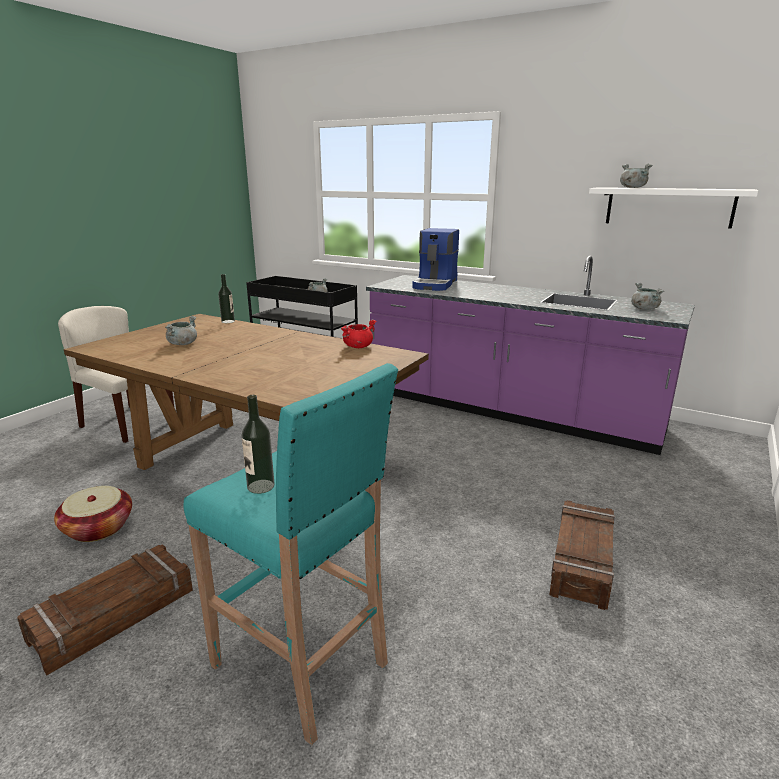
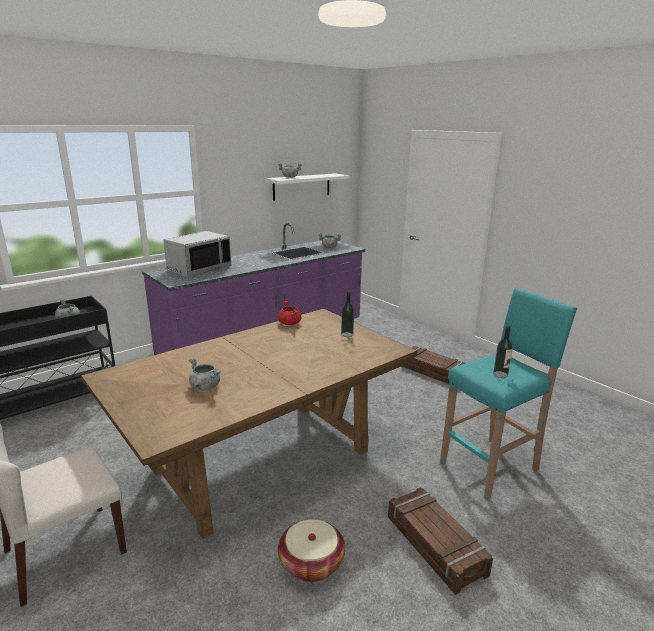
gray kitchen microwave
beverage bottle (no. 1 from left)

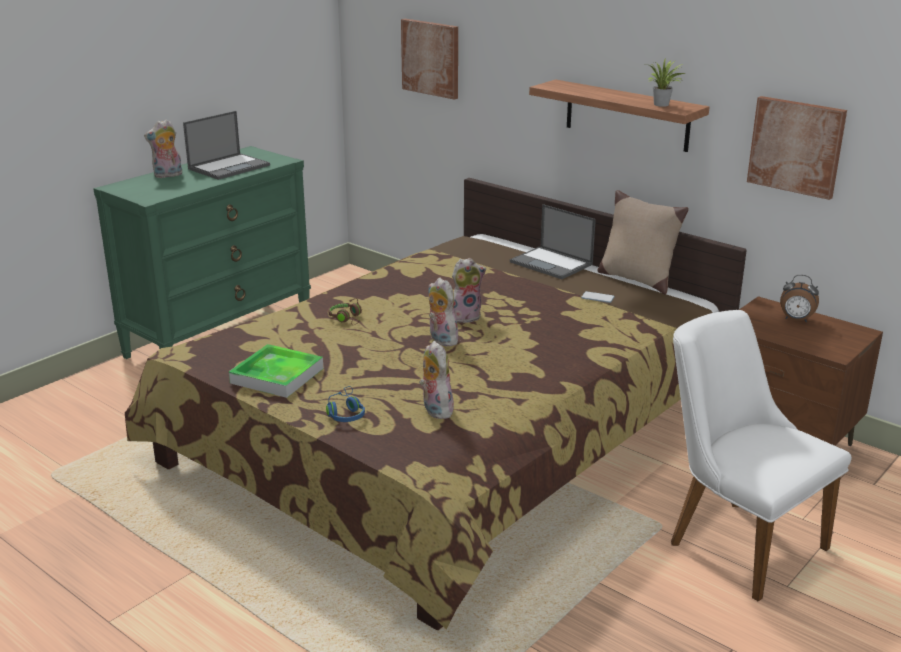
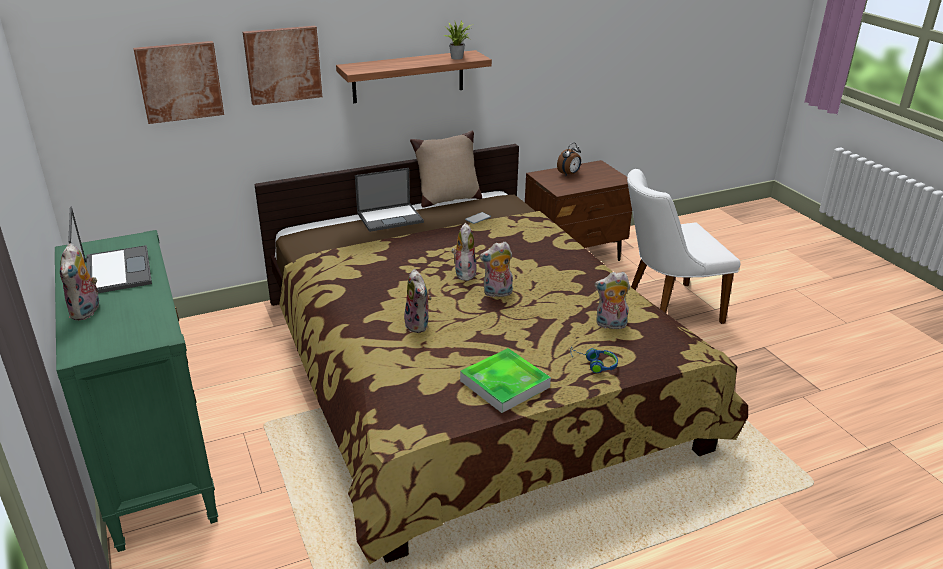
picture (no. 2 from left)
soft toy (no. 2 from left)

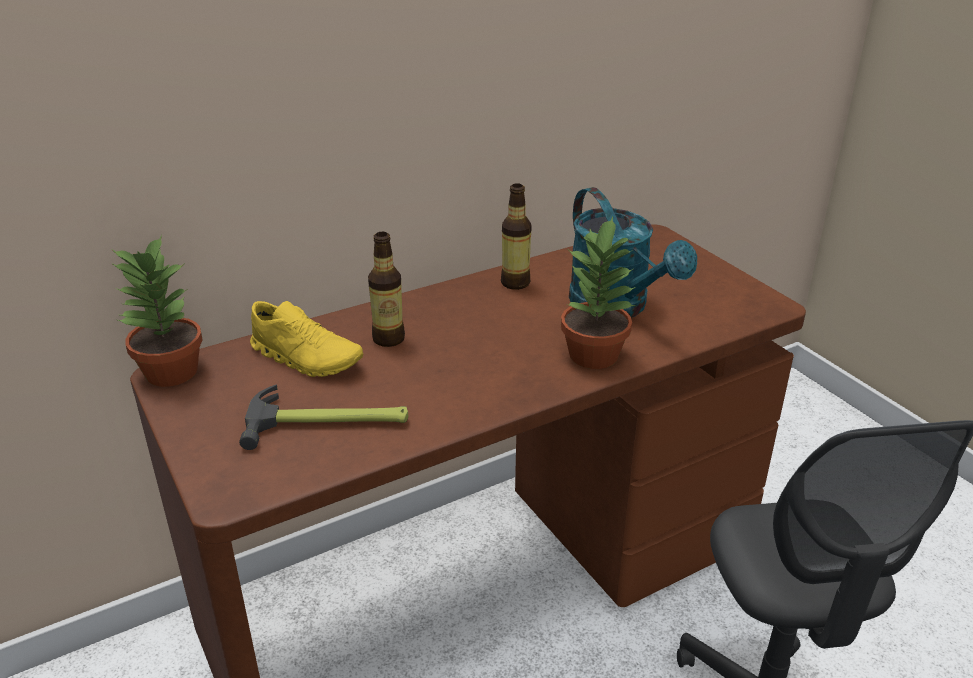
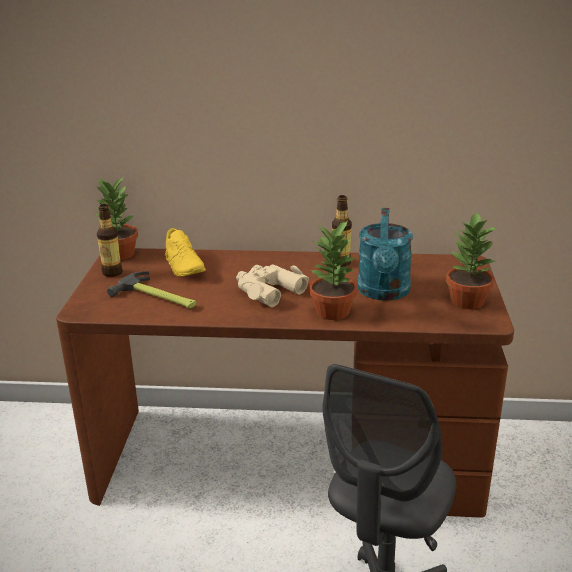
beverage bottle (no. 1 from left)
beige-coloured binoculars
houseplant (no. 3 from left)

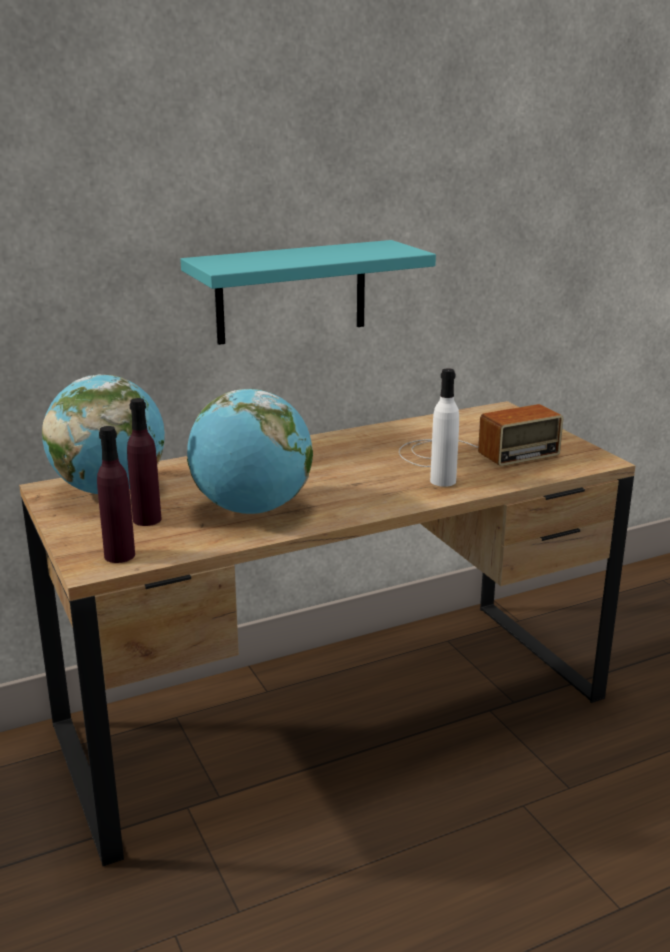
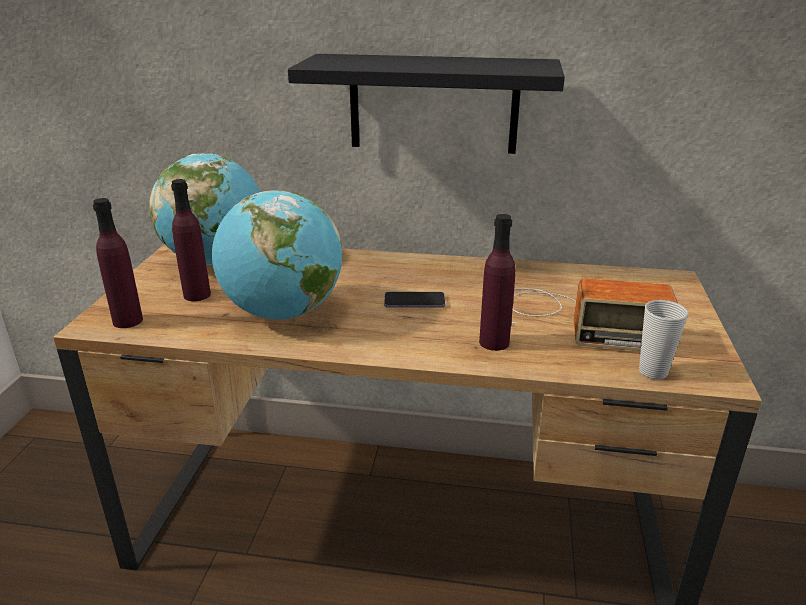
black-coloured shelf
handset
purple beverage bottle (no. 3 from left)
drinking cup

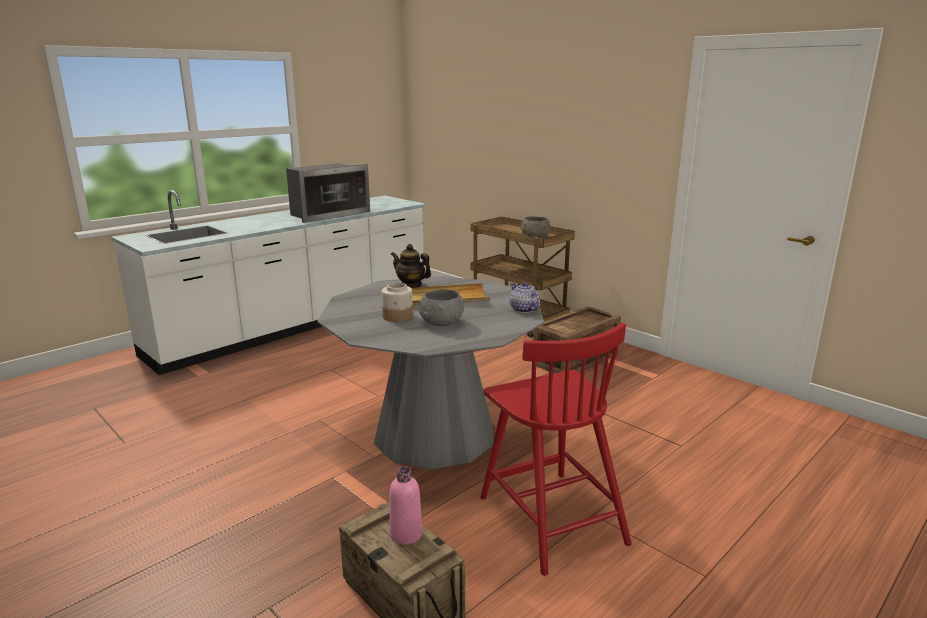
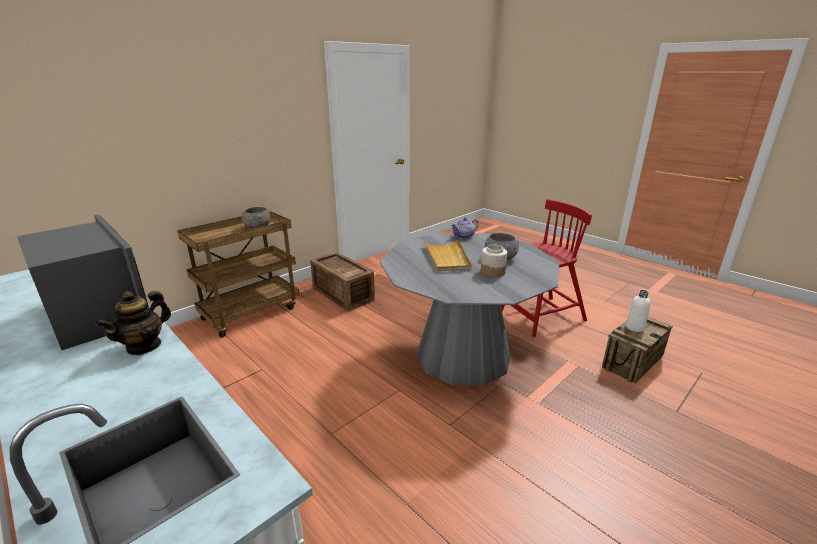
pot for tea (no. 1 from left)
white beverage bottle

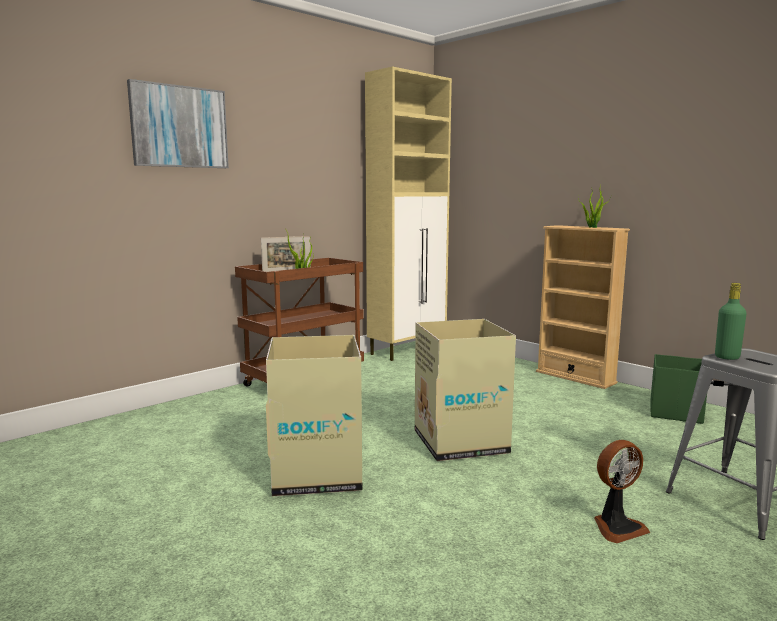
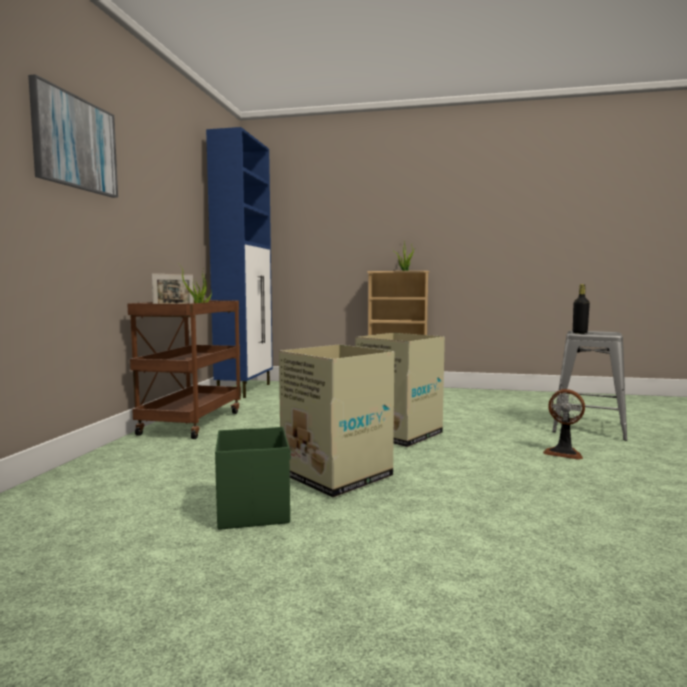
bluish cupboard
green-coloured storage container
fan
black-coloured beverage bottle

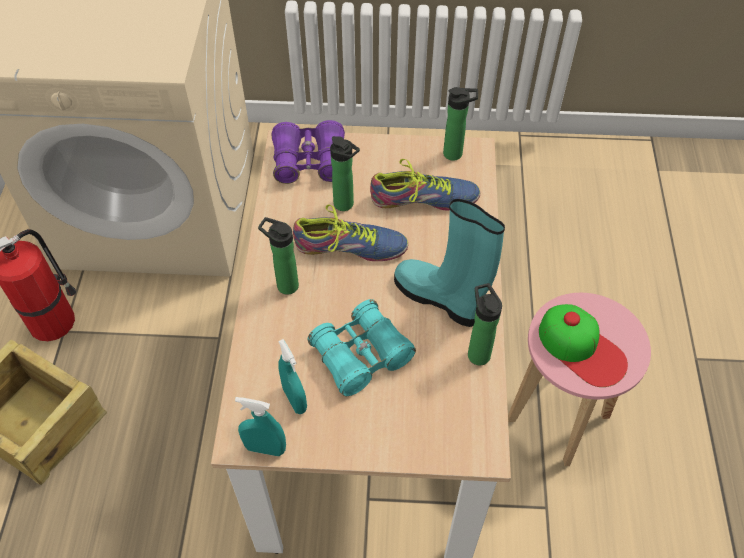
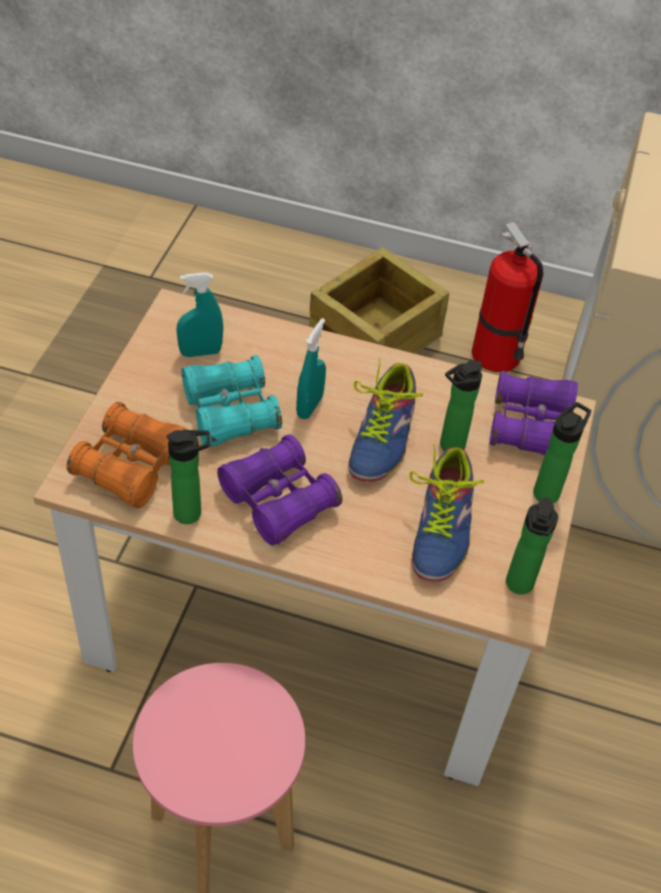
orange-coloured binoculars
purple binoculars (no. 1 from left)
turquoise-coloured spray bottle (no. 2 from left)
beverage bottle (no. 4 from left)
cap

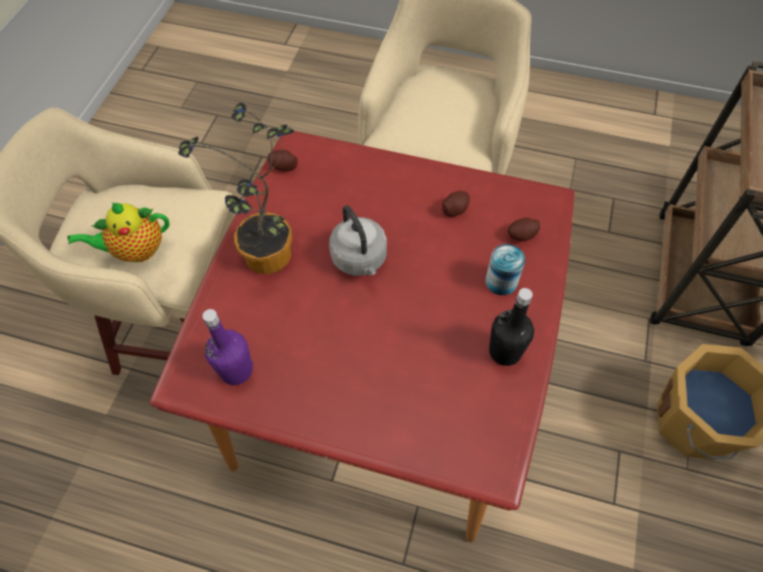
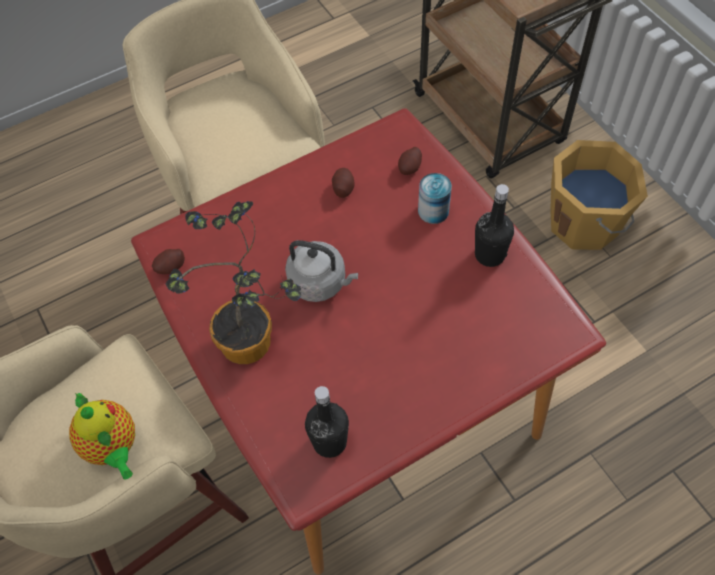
pot for tea
black-coloured beverage bottle (no. 1 from left)

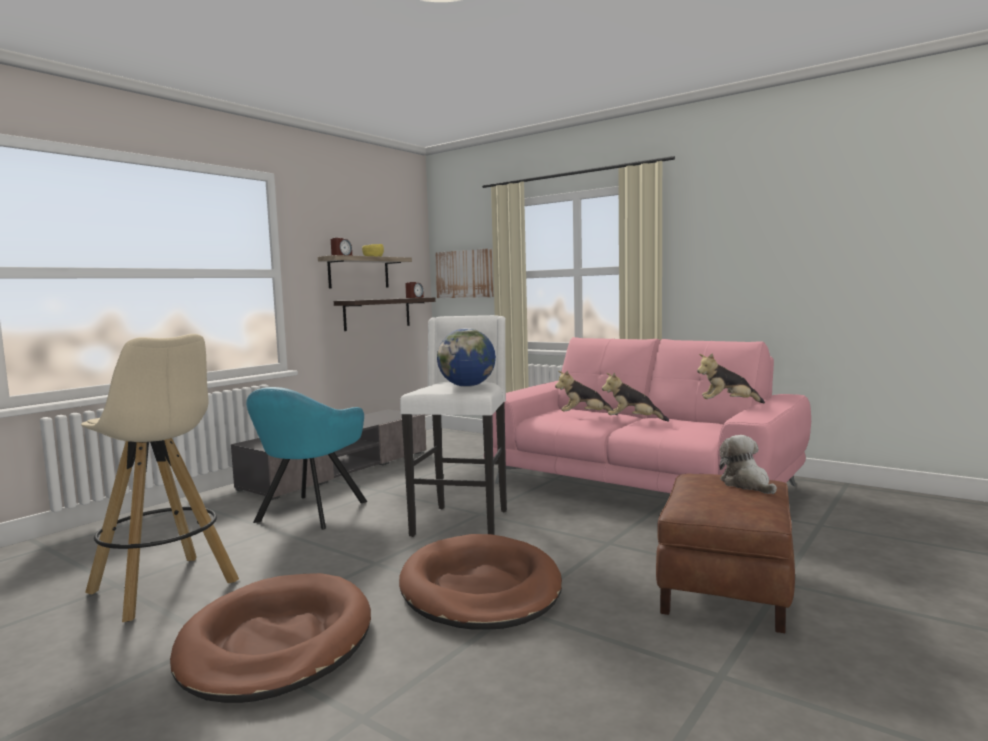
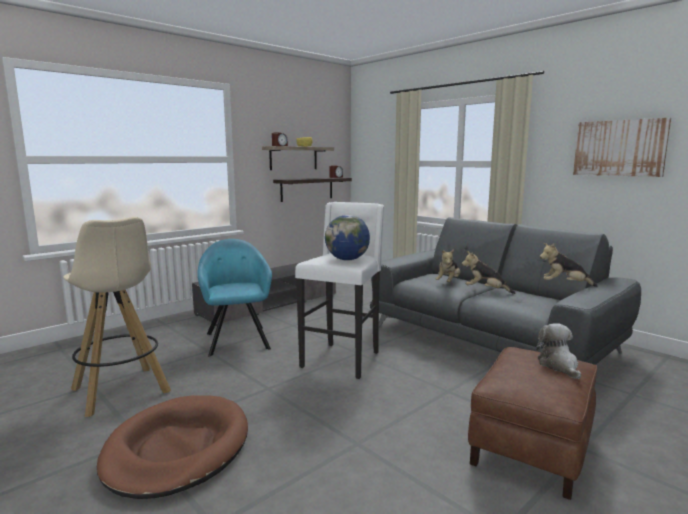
turquoise-coloured armchair
gray sofa
soft toy (no. 1 from left)
picture
brown-coloured pet bed (no. 2 from left in the first image)

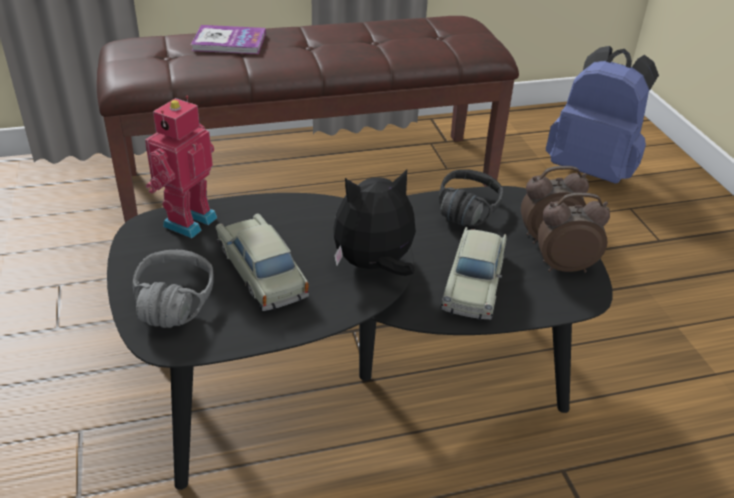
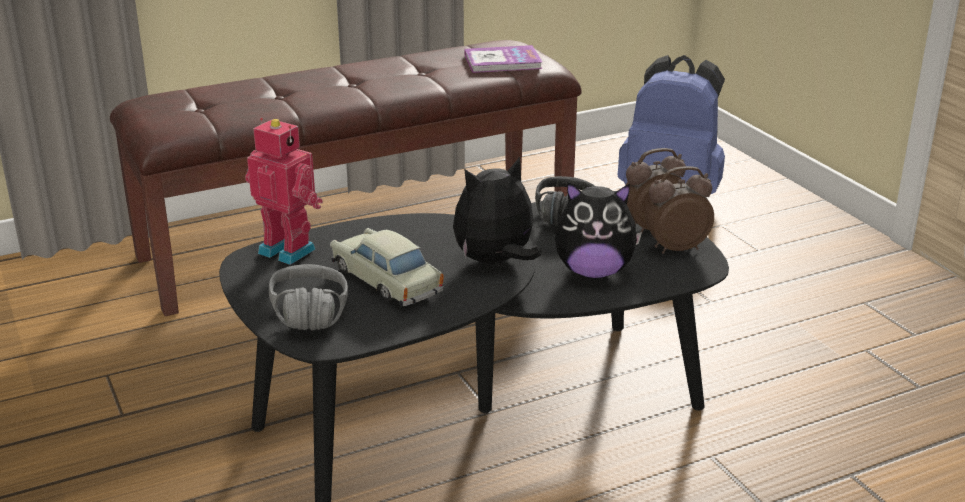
robot figure
book
soft toy (no. 2 from left)

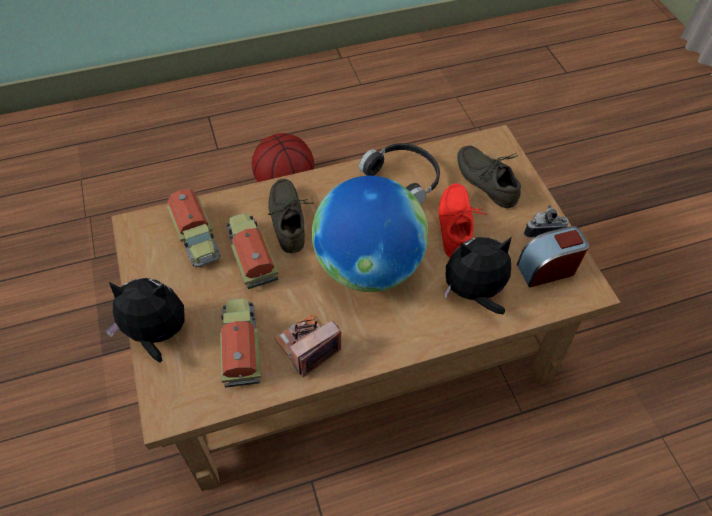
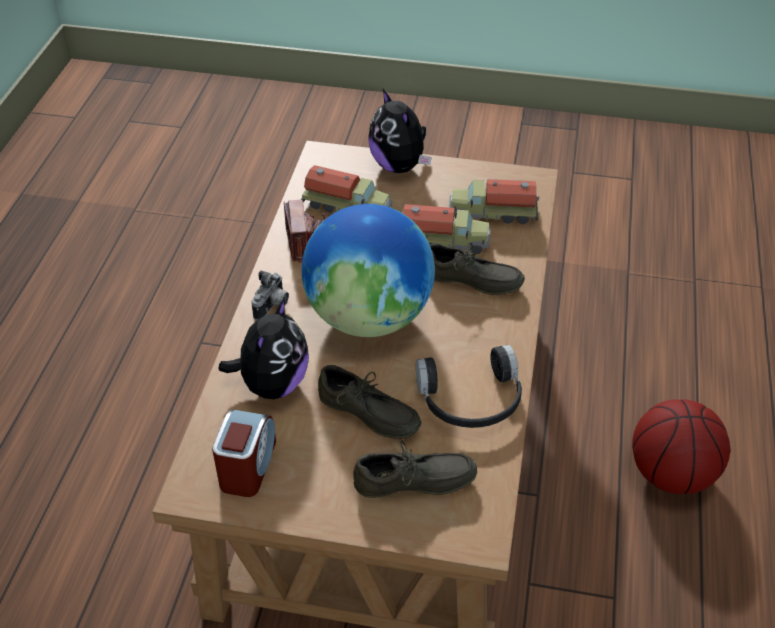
photo camera (no. 1 from left)
gray item of footwear (no. 1 from left)
soft toy (no. 2 from left)

